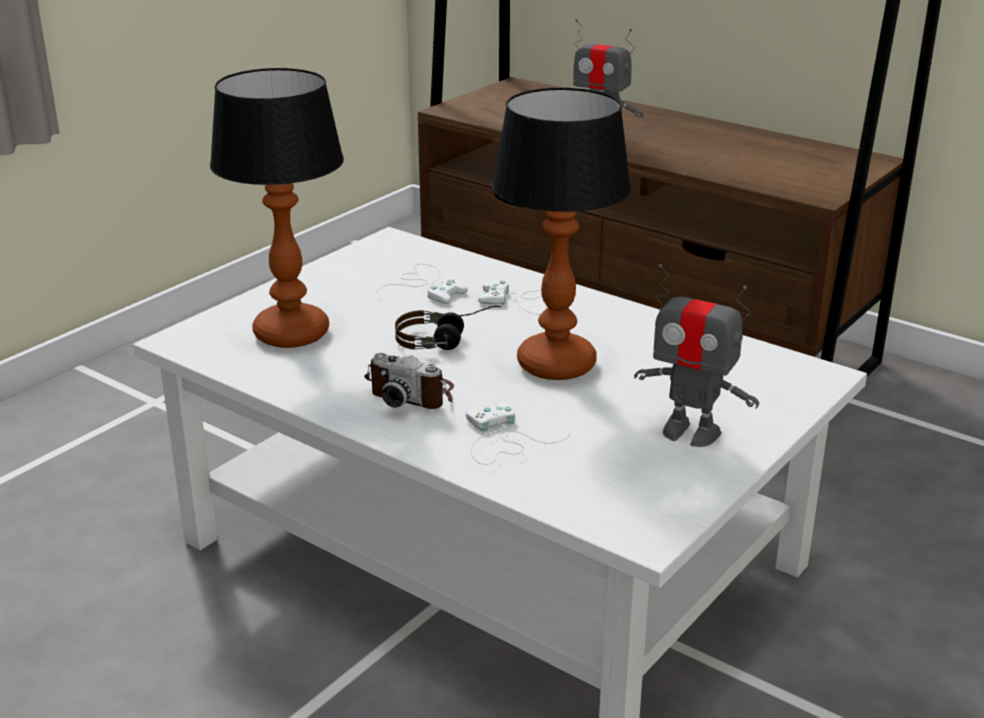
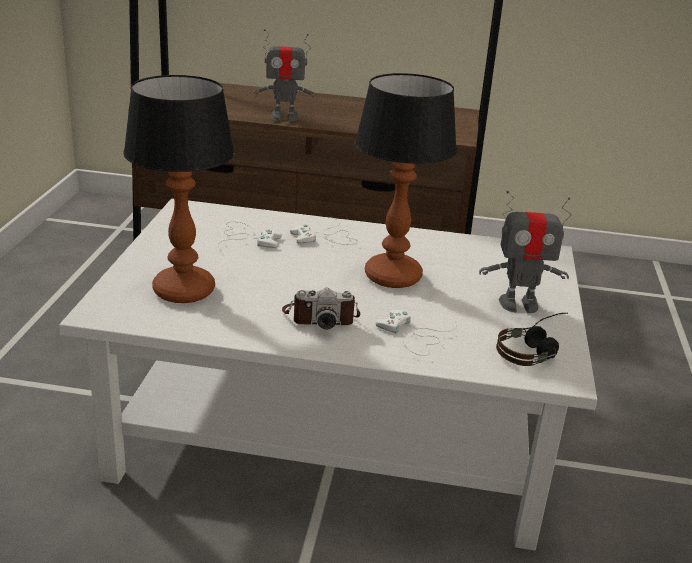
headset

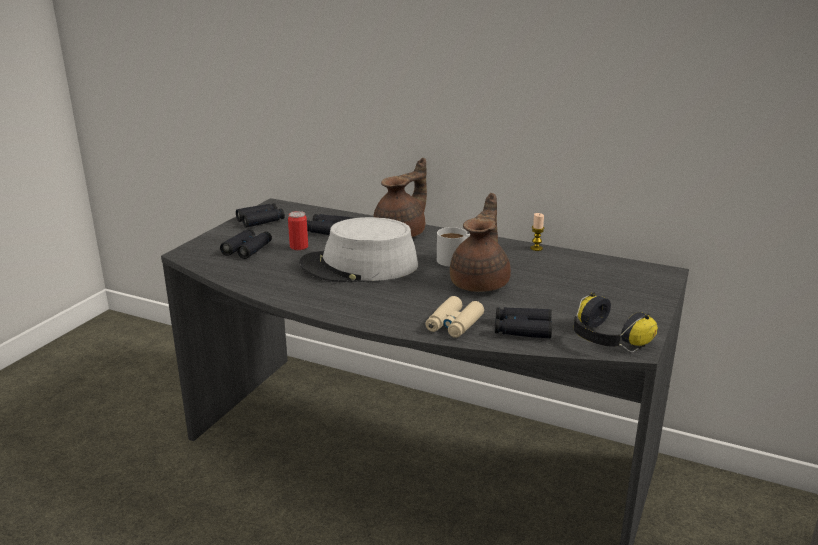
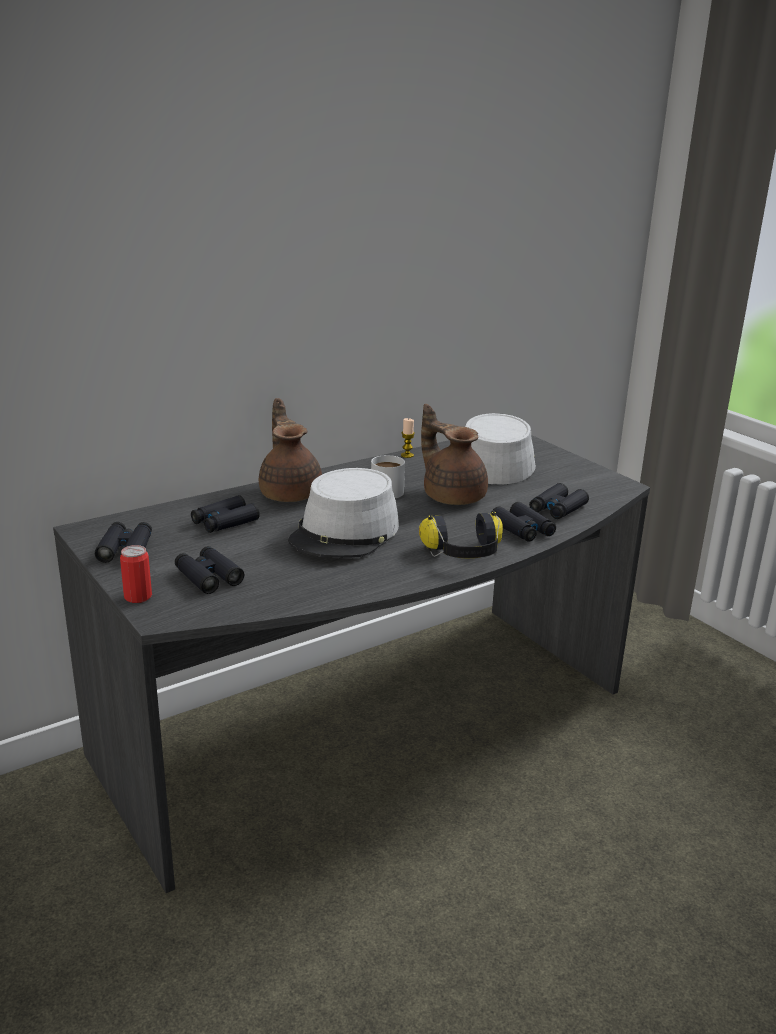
can
headset
gray hat (no. 2 from left)
black-coloured binoculars (no. 4 from left)

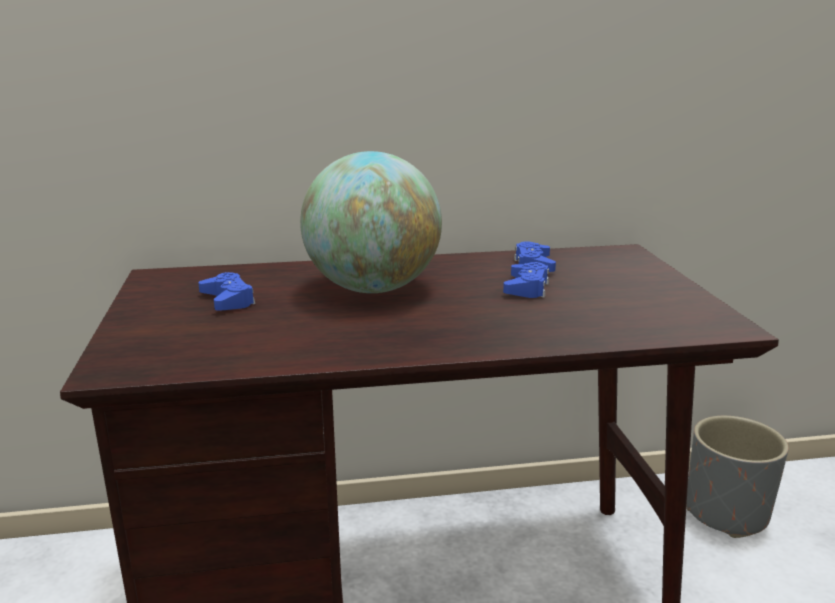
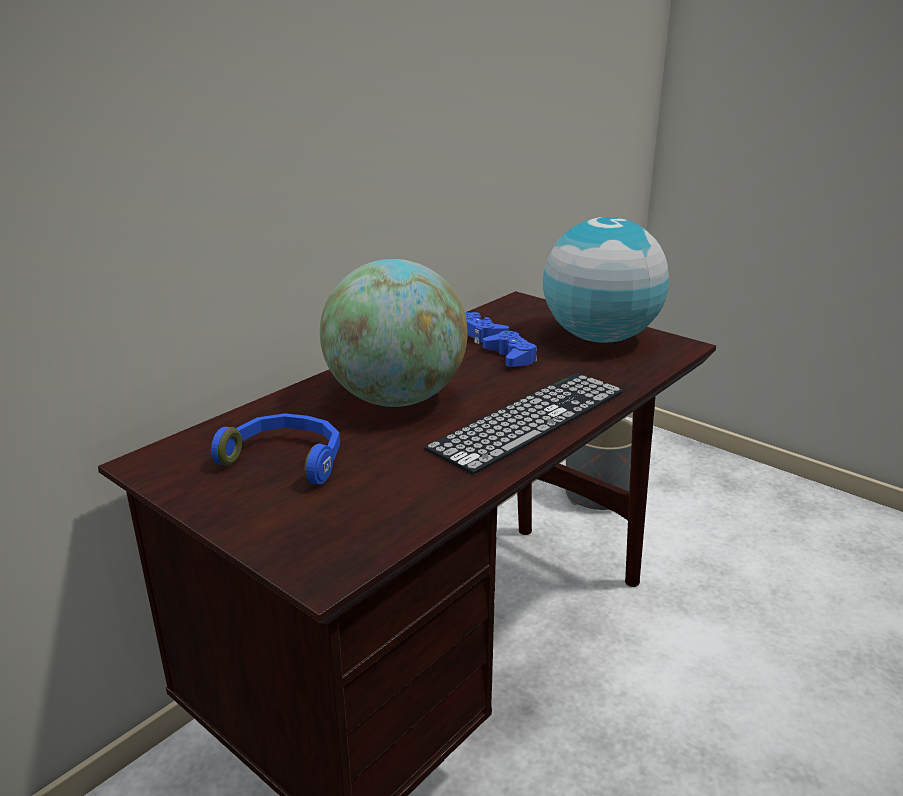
bluish headset
PC keyboard
world globe (no. 2 from left)

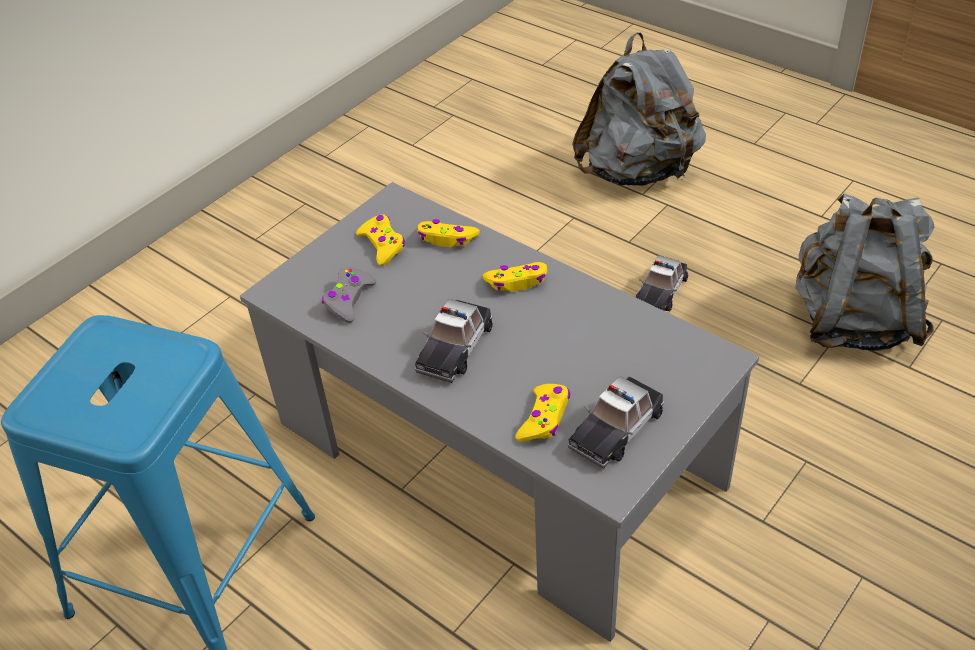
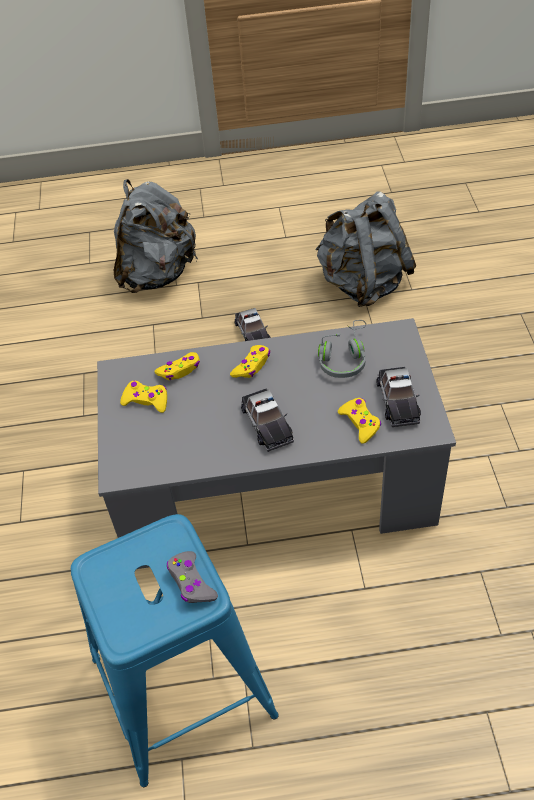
gray joypad
gray headset

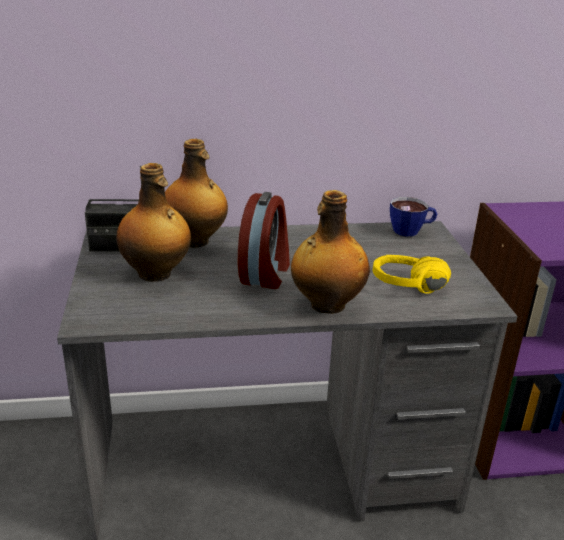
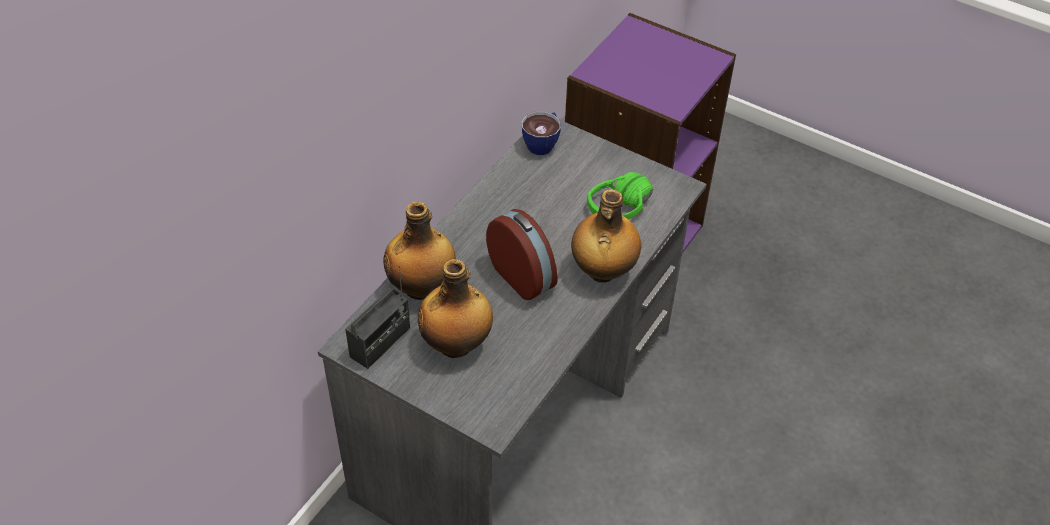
green-coloured headset

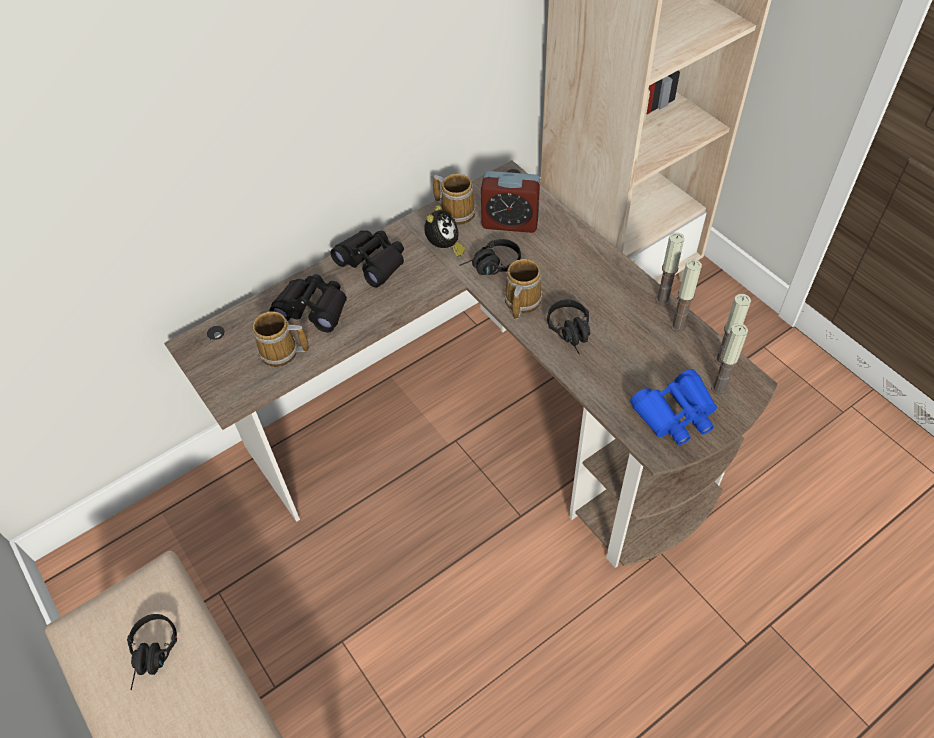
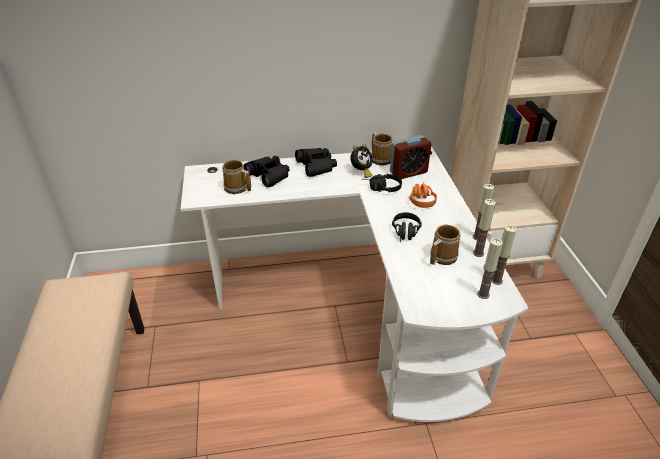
white desk
table clock (no. 2 from left)
orange-coloured headset
tea mug (no. 3 from left)
black-coloured headset (no. 1 from left in the first image)
bluish binoculars

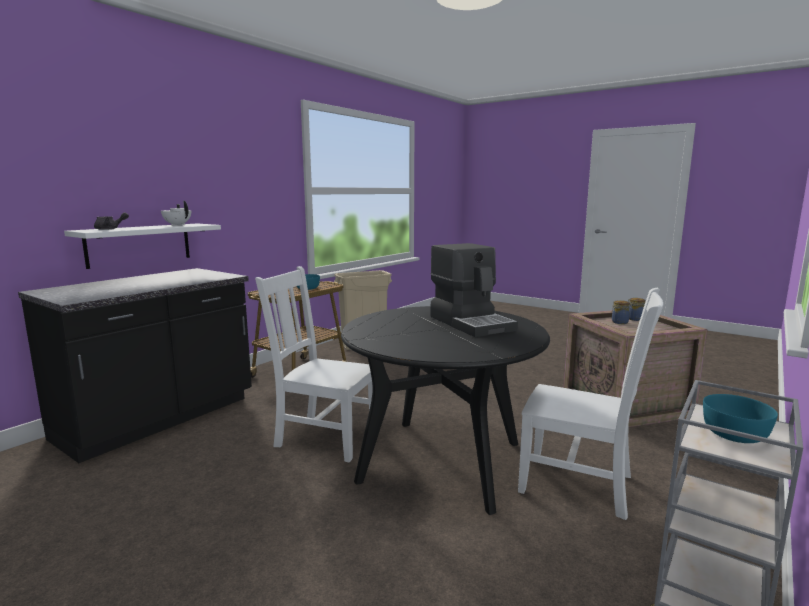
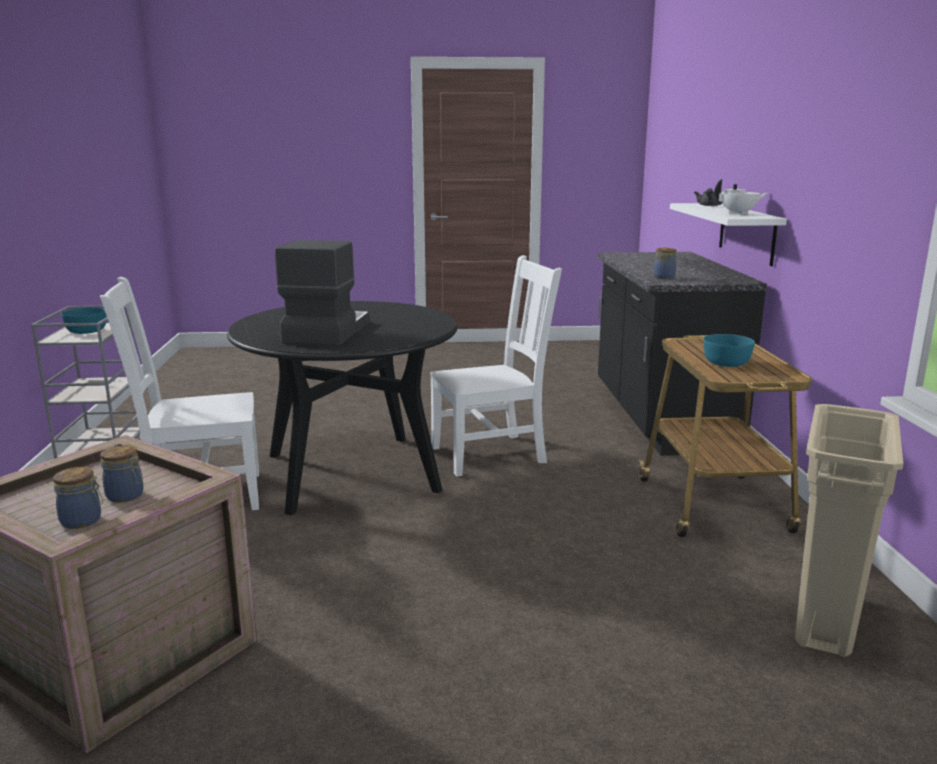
coffee maker
jar (no. 3 from left)

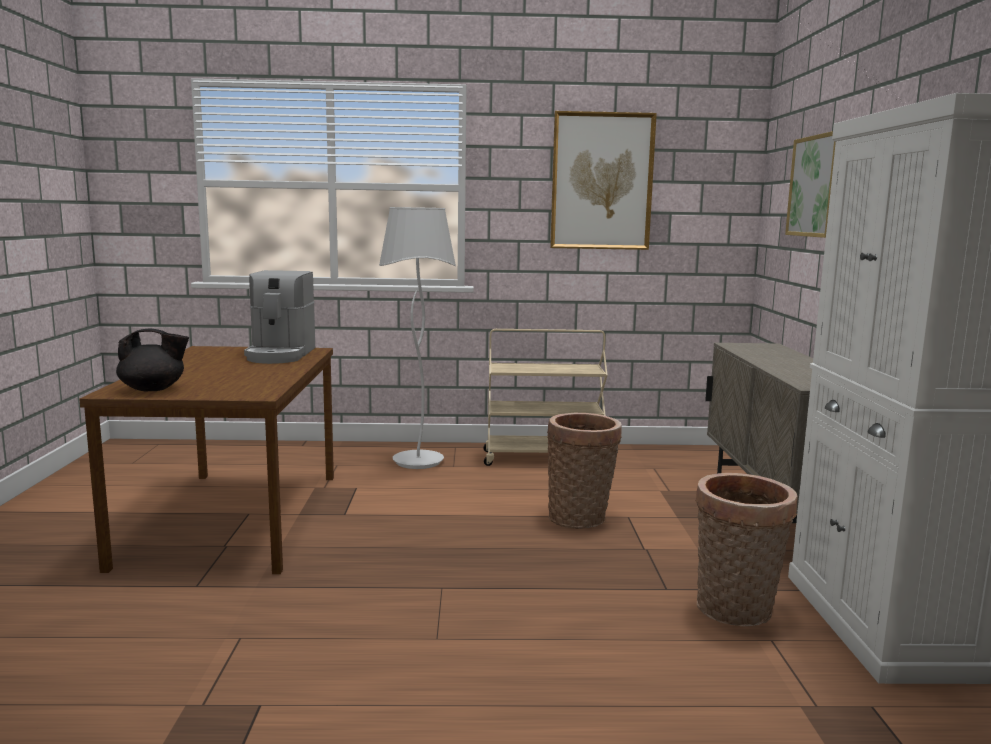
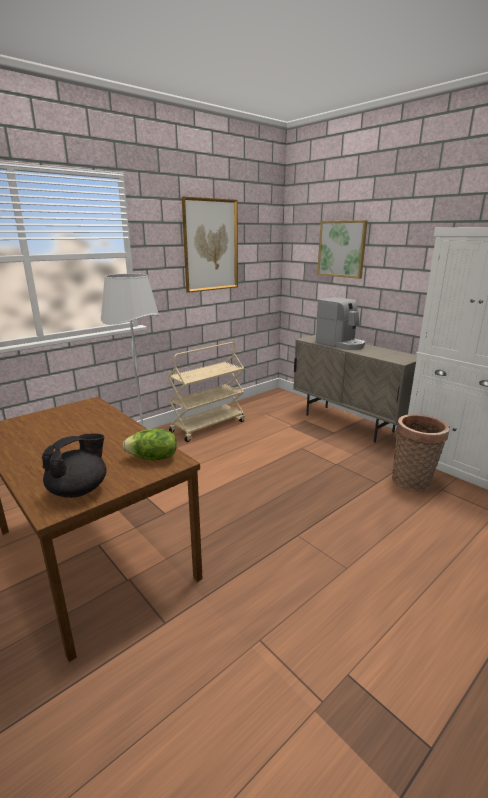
lettuce head
coffee maker
storage basket (no. 1 from left in the first image)

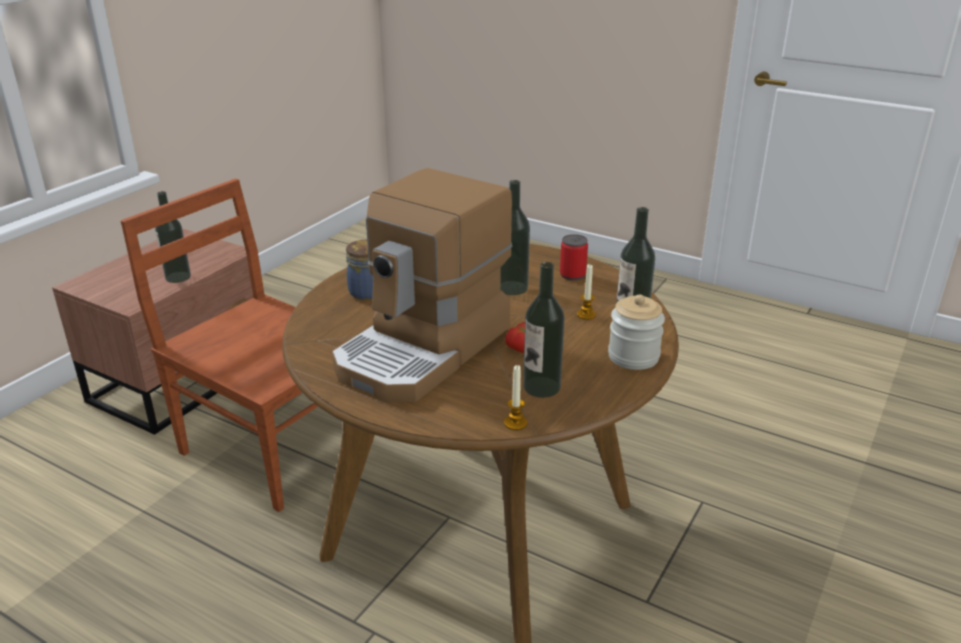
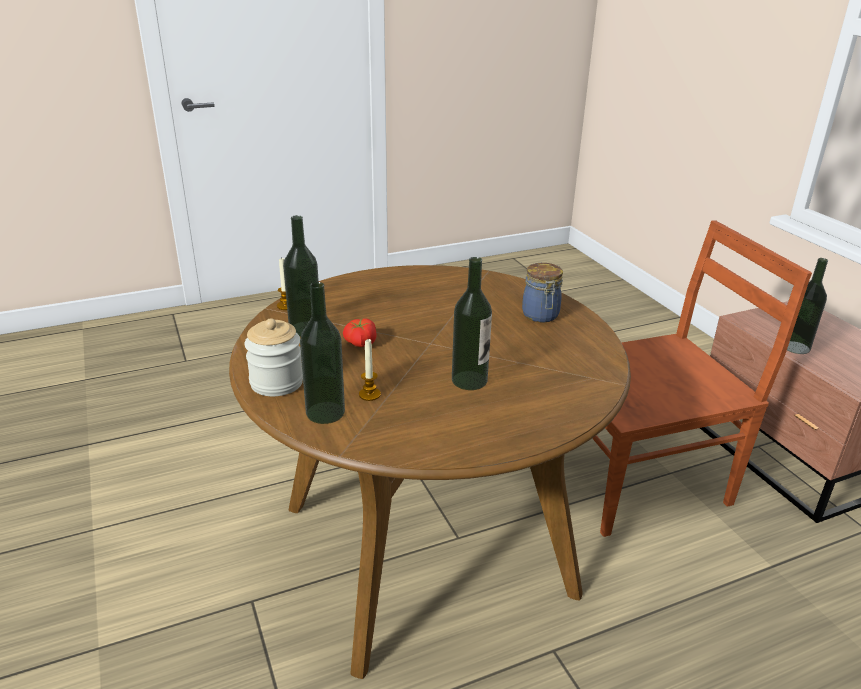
coffee maker
can

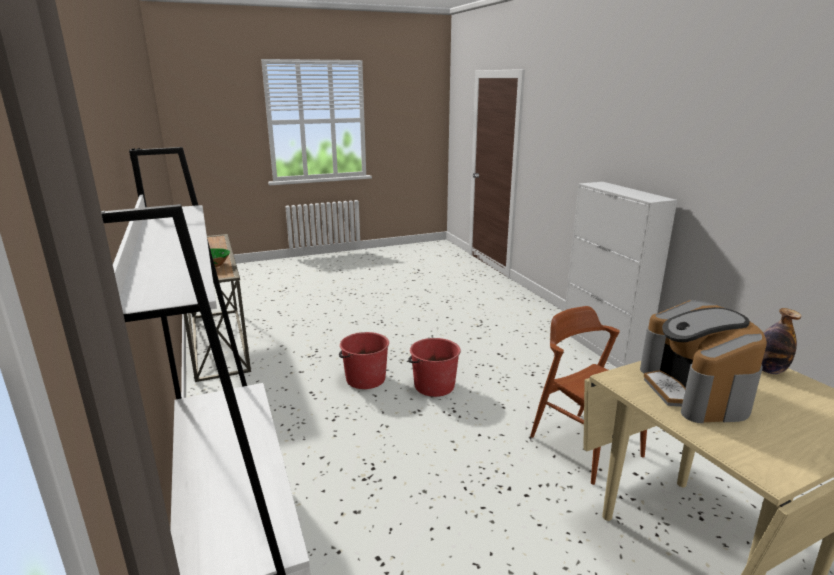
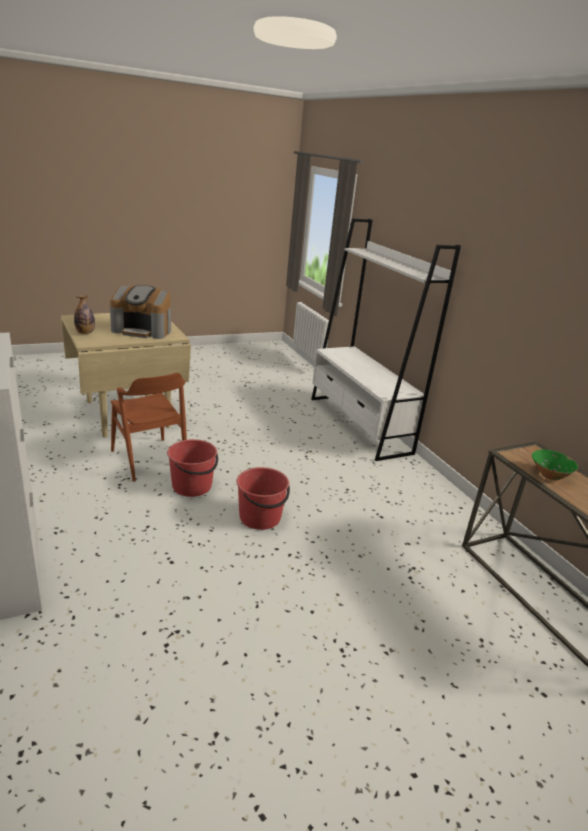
coffee maker
red-coloured water bucket (no. 1 from left)

